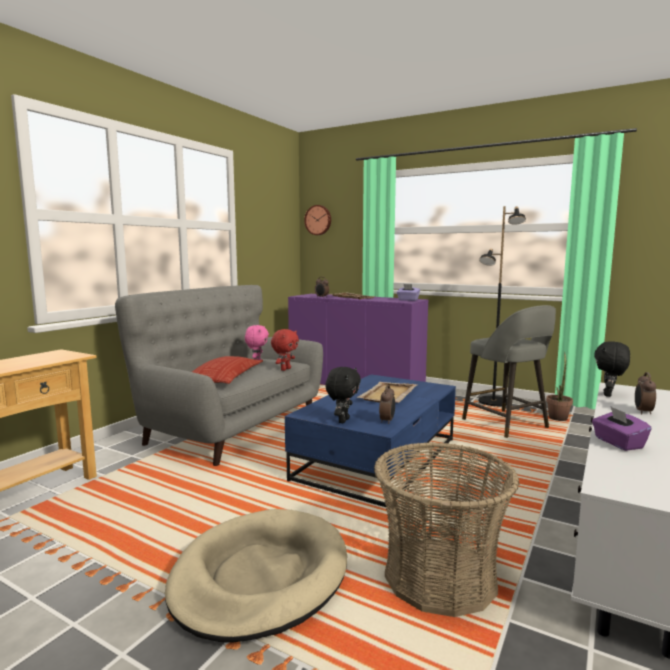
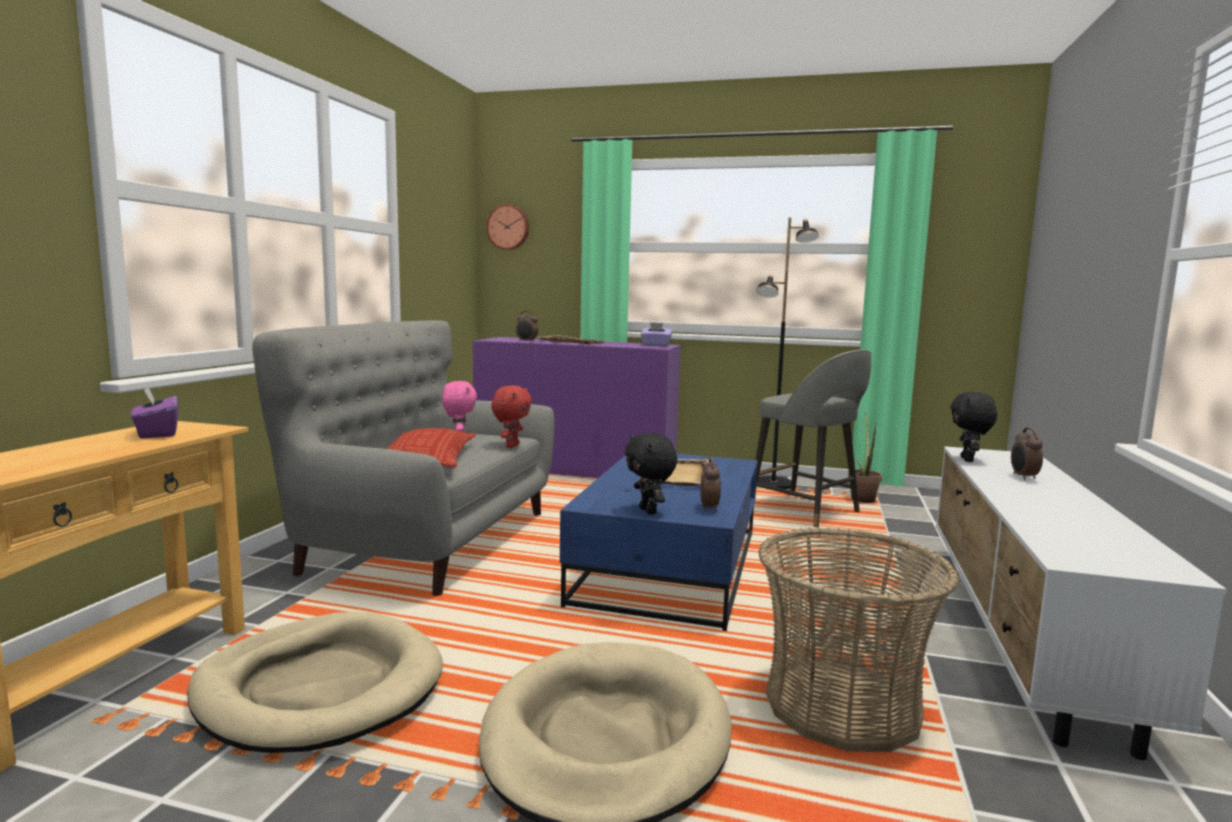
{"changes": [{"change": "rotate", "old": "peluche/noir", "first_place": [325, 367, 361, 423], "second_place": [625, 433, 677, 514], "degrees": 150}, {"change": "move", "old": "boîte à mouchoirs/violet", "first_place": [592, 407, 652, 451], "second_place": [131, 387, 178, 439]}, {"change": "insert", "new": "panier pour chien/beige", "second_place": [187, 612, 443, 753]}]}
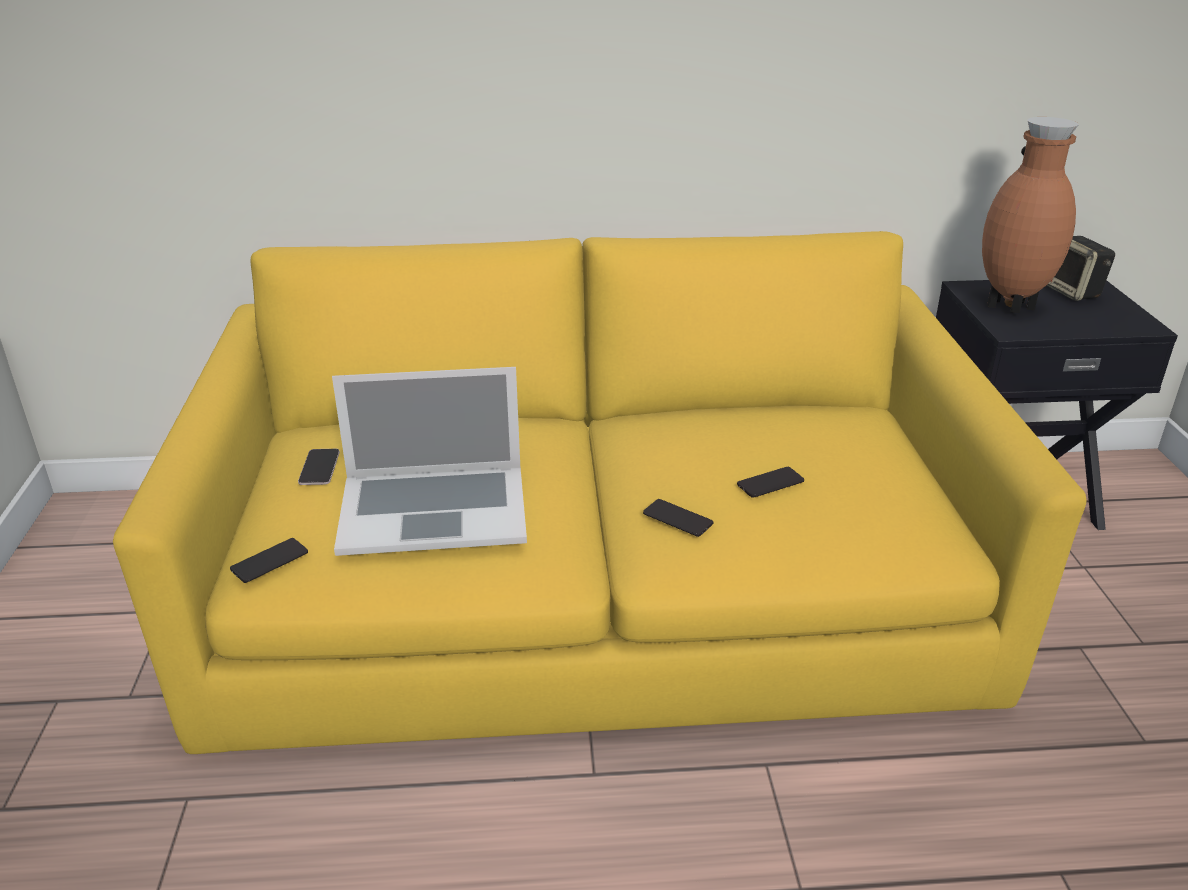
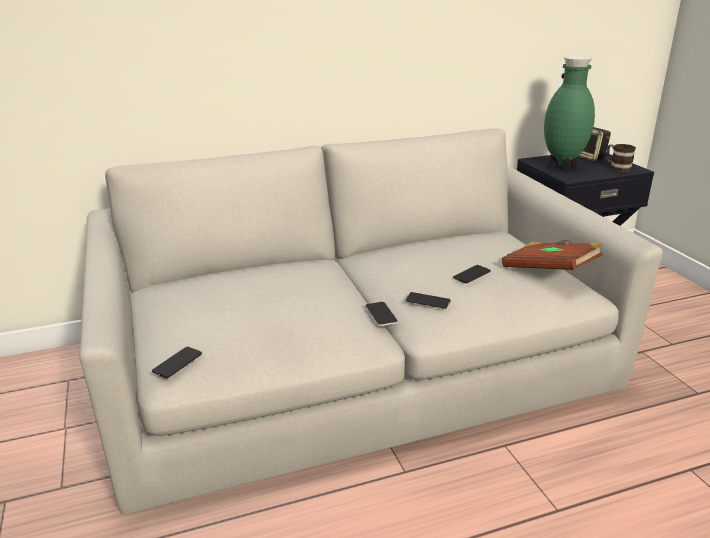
{"changes": [{"change": "recolor", "old": "canapé/jaune", "new": "canapé/gris", "first_place": [113, 231, 1087, 754], "second_place": [79, 128, 663, 515]}, {"change": "move", "old": "téléphone", "first_place": [298, 449, 340, 485], "second_place": [365, 302, 398, 326]}, {"change": "delete", "old": "ordinateur portable", "first_place": [332, 367, 527, 556]}, {"change": "recolor", "old": "vase/marron", "new": "vase/vert", "first_place": [982, 117, 1079, 313], "second_place": [544, 56, 595, 169]}, {"change": "insert", "new": "livre/marron", "second_place": [502, 240, 603, 270]}, {"change": "insert", "new": "mug", "second_place": [606, 144, 636, 172]}]}
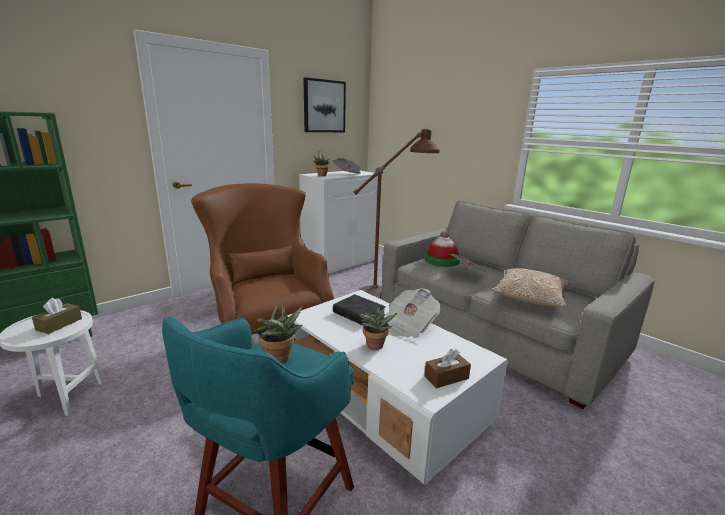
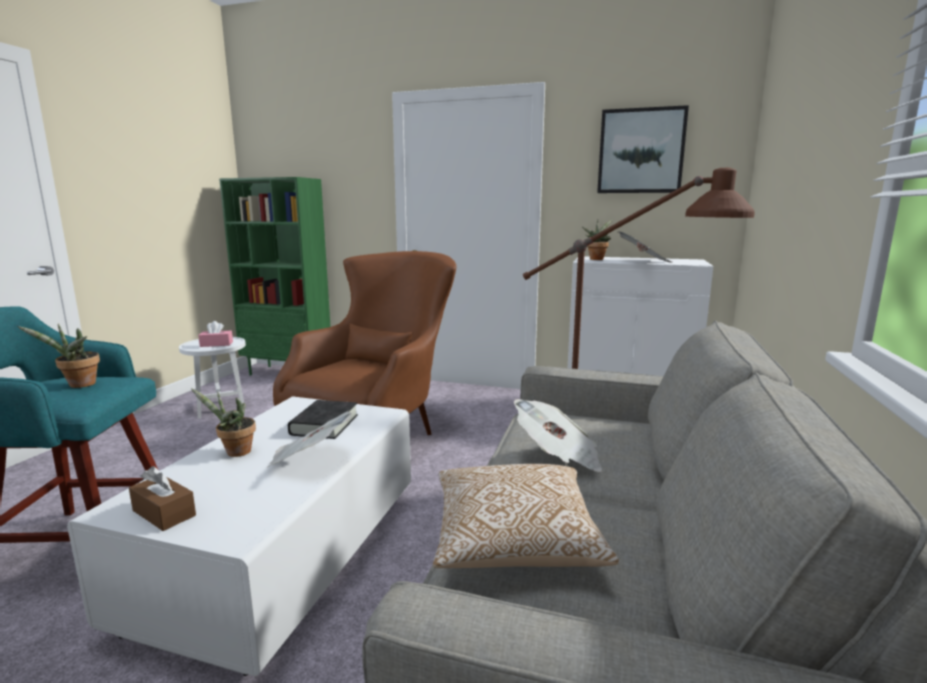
{"changes": [{"change": "recolor", "old": "boîte à mouchoirs/marron", "new": "boîte à mouchoirs/rose", "first_place": [32, 298, 82, 334], "second_place": [198, 321, 233, 347]}, {"change": "delete", "old": "chapeau", "first_place": [425, 231, 460, 267]}]}
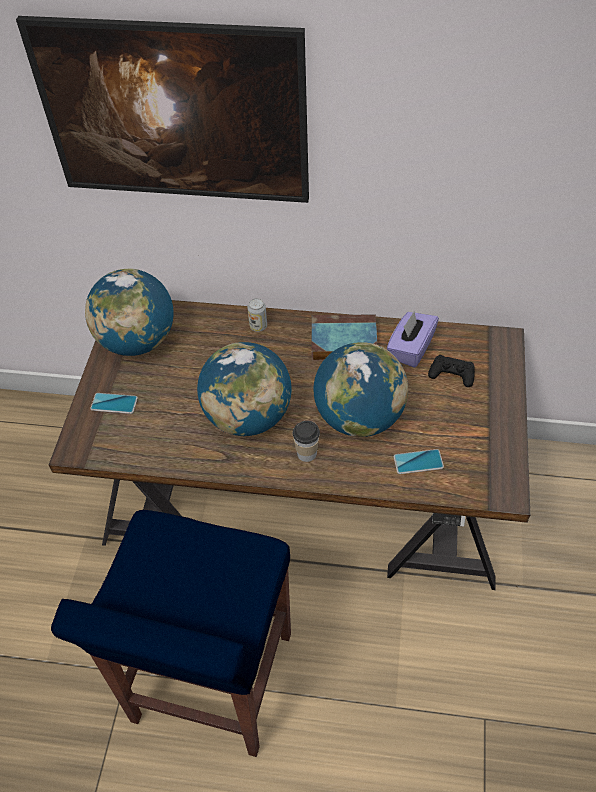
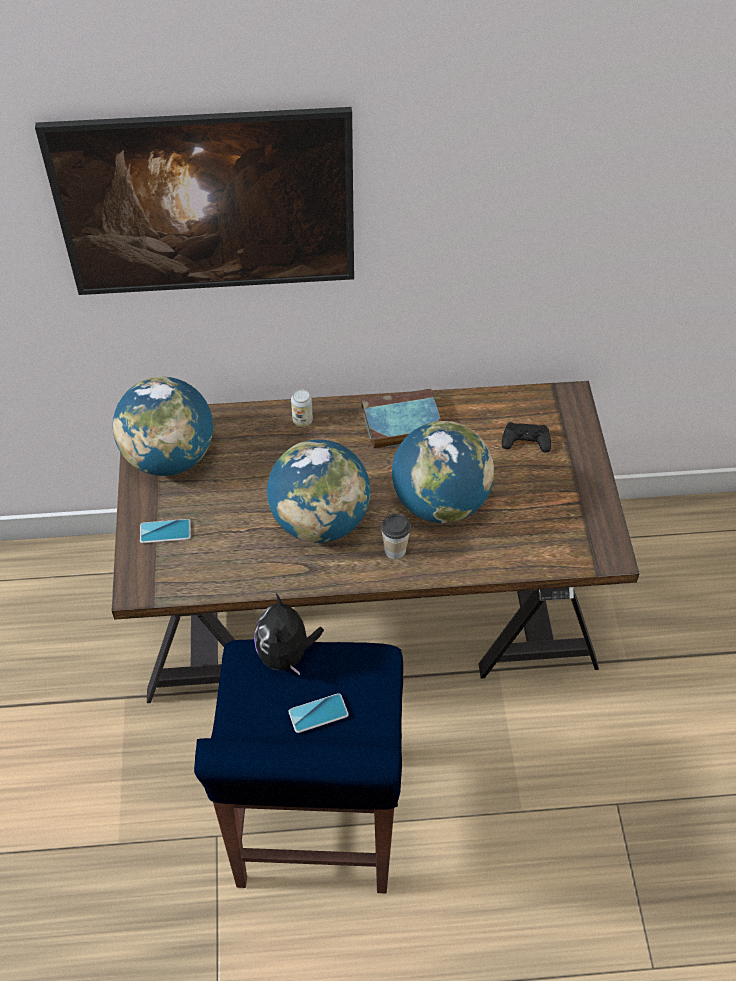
{"changes": [{"change": "delete", "old": "boîte à mouchoirs/violet", "first_place": [387, 311, 439, 368]}, {"change": "move", "old": "téléphone", "first_place": [394, 449, 444, 474], "second_place": [288, 693, 349, 733]}, {"change": "insert", "new": "peluche", "second_place": [254, 593, 324, 675]}]}
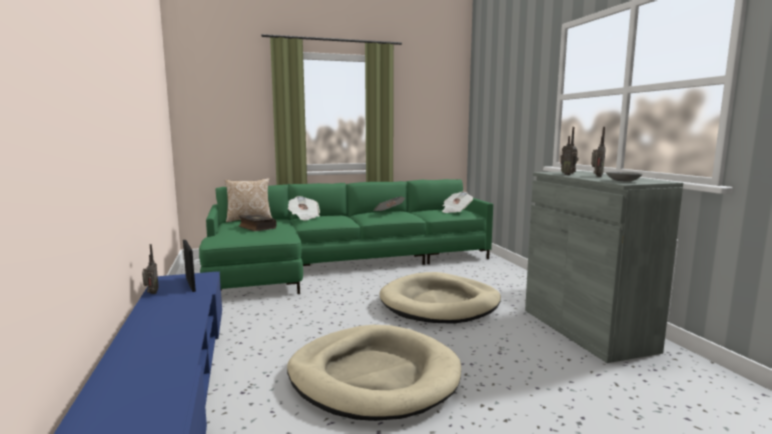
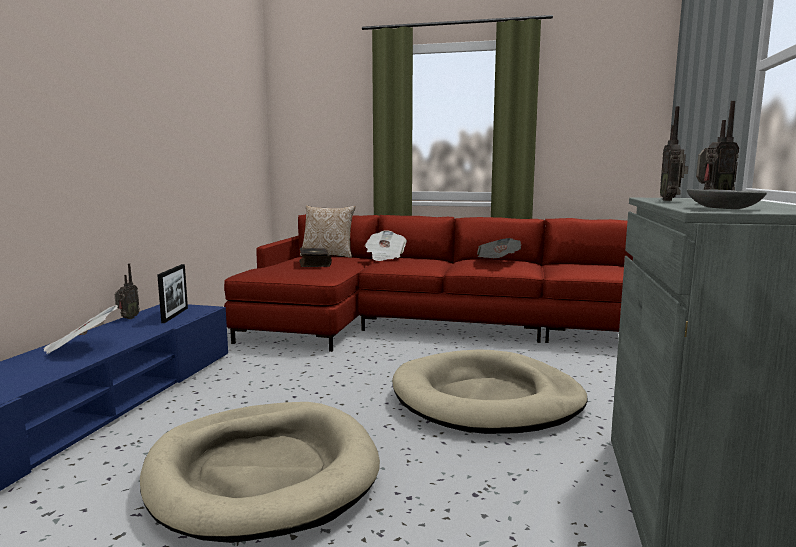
{"changes": [{"change": "recolor", "old": "canapé/vert", "new": "canapé/rouge", "first_place": [199, 179, 493, 294], "second_place": [224, 214, 633, 352]}, {"change": "move", "old": "journal", "first_place": [442, 192, 473, 213], "second_place": [43, 305, 118, 354]}]}
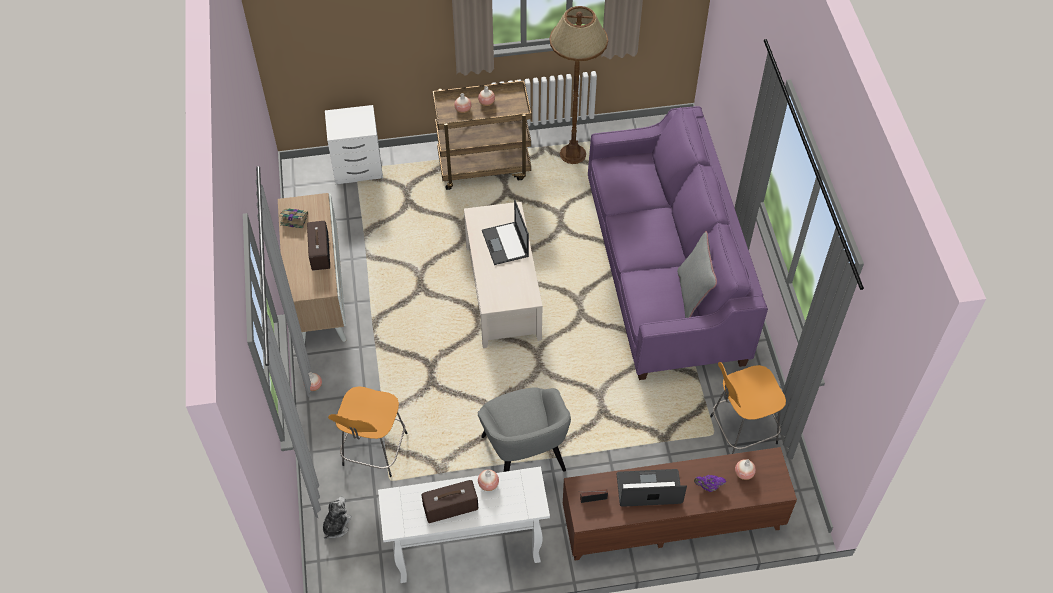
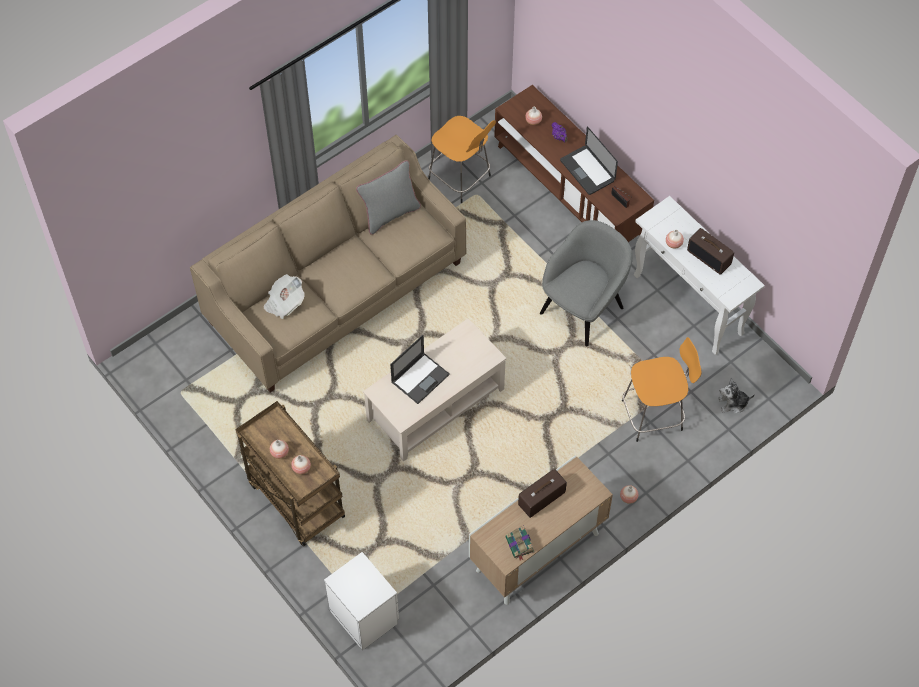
{"changes": [{"change": "delete", "old": "lampadaire/marron", "first_place": [549, 6, 608, 164]}, {"change": "recolor", "old": "canapé/violet", "new": "canapé/beige", "first_place": [588, 106, 768, 380], "second_place": [190, 135, 466, 393]}, {"change": "insert", "new": "journal", "second_place": [264, 274, 305, 319]}]}
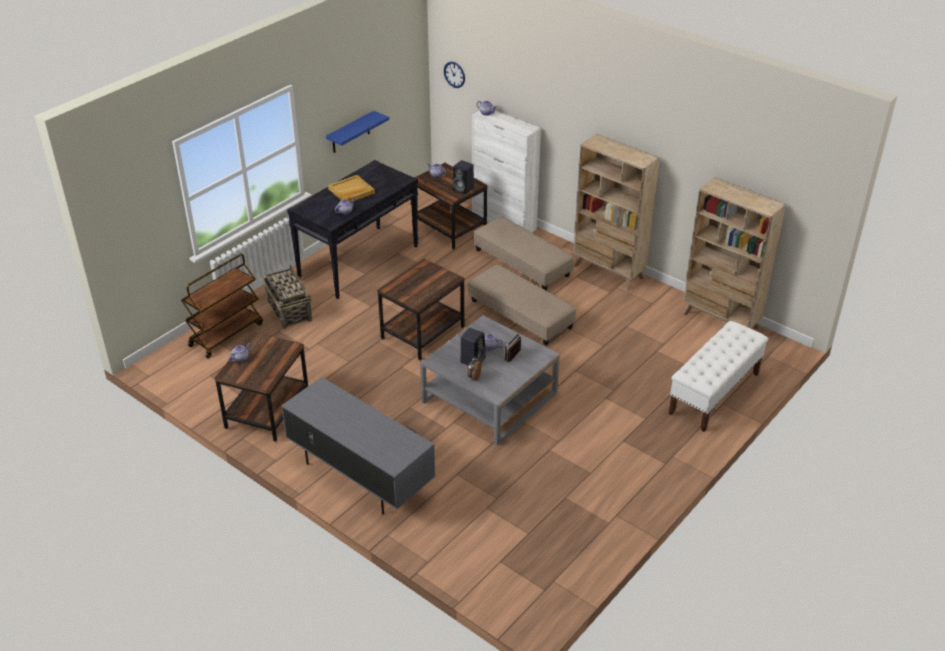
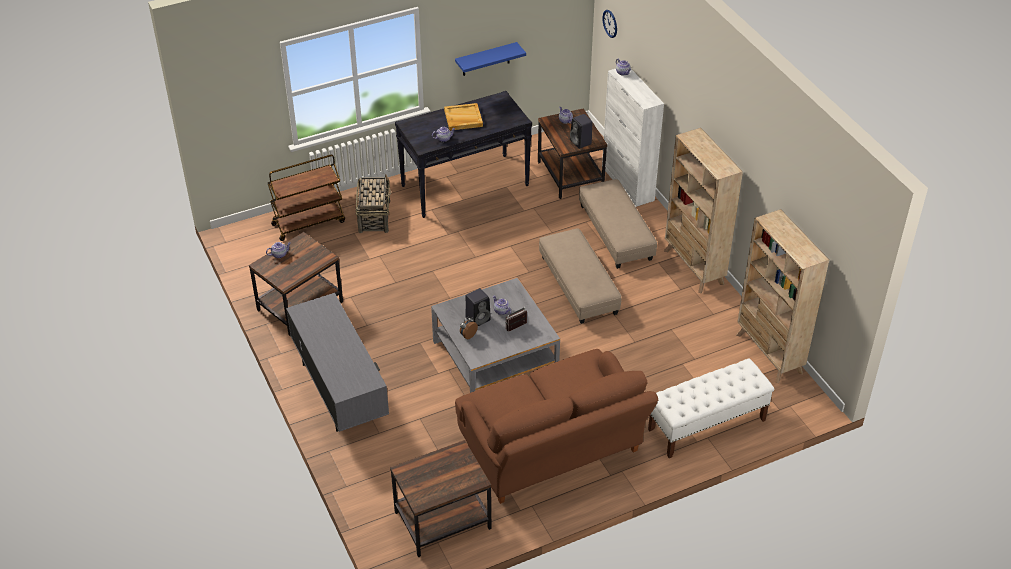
{"changes": [{"change": "move", "old": "table d'appoint/marron", "first_place": [377, 258, 465, 360], "second_place": [390, 440, 491, 557]}, {"change": "insert", "new": "canapé/marron", "second_place": [455, 349, 658, 504]}]}
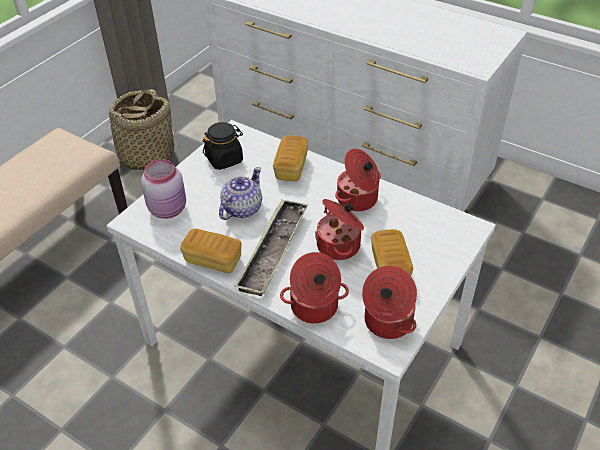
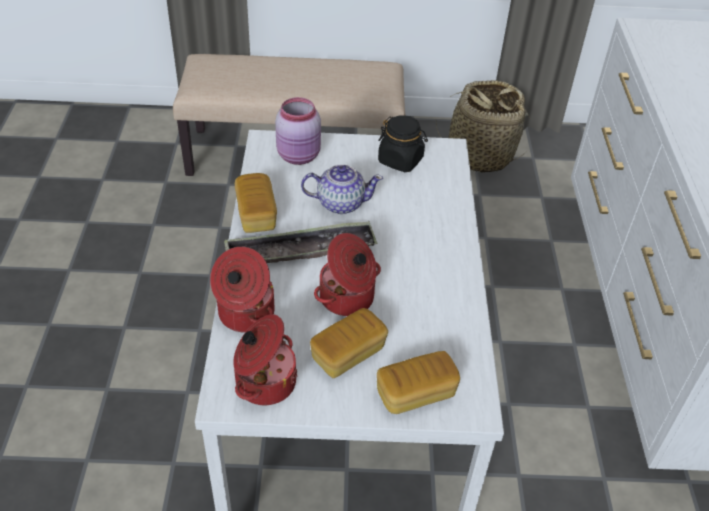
{"changes": [{"change": "move", "old": "pain", "first_place": [273, 135, 308, 181], "second_place": [377, 351, 460, 414]}, {"change": "delete", "old": "marmite", "first_place": [335, 149, 381, 211]}]}
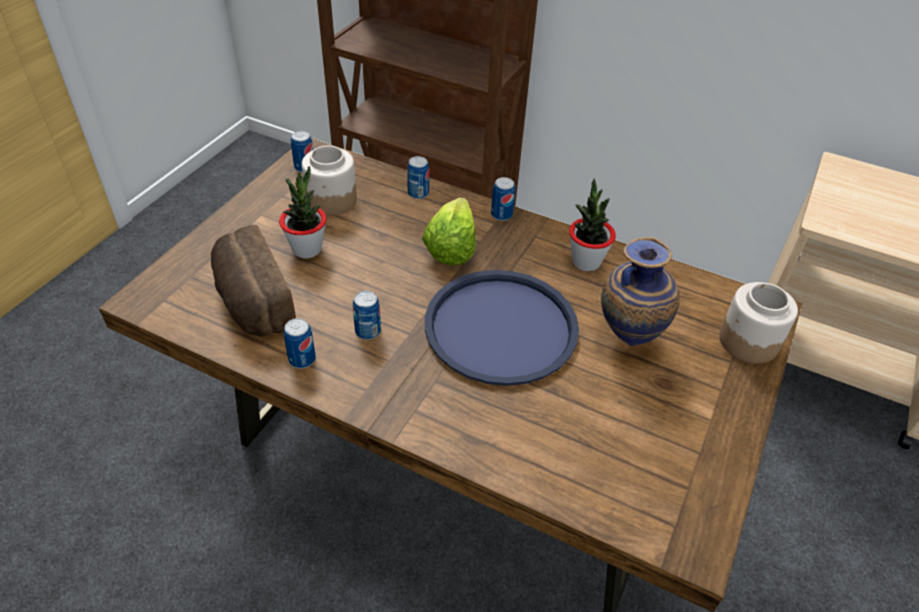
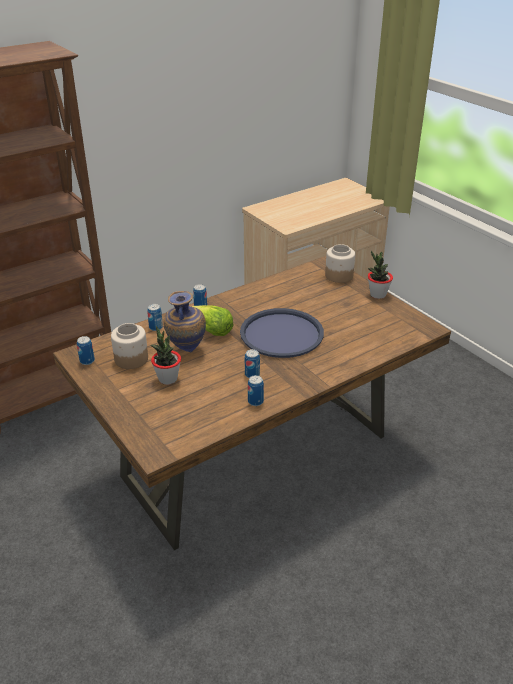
{"changes": [{"change": "delete", "old": "pain", "first_place": [211, 225, 296, 336]}, {"change": "move", "old": "plante en pot", "first_place": [569, 178, 616, 271], "second_place": [368, 251, 393, 299]}, {"change": "move", "old": "vase", "first_place": [601, 237, 680, 346], "second_place": [163, 291, 206, 352]}]}
